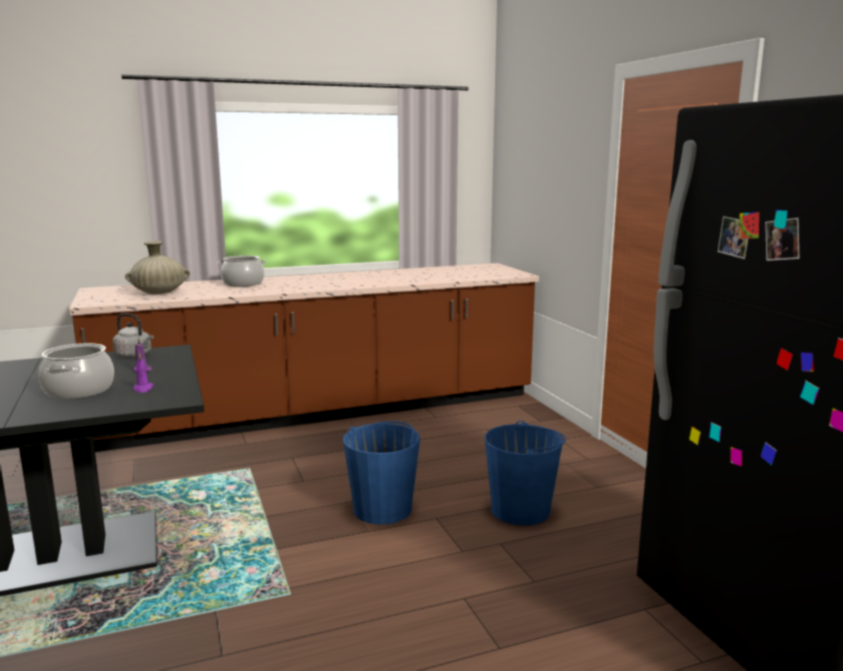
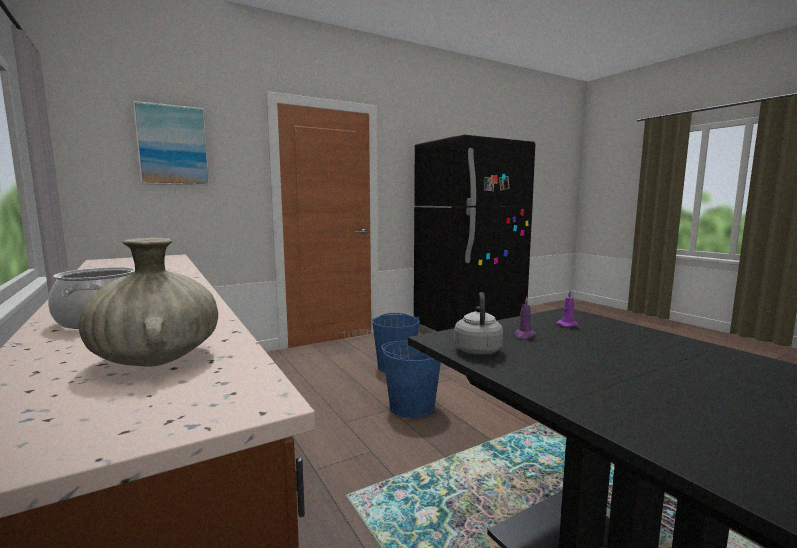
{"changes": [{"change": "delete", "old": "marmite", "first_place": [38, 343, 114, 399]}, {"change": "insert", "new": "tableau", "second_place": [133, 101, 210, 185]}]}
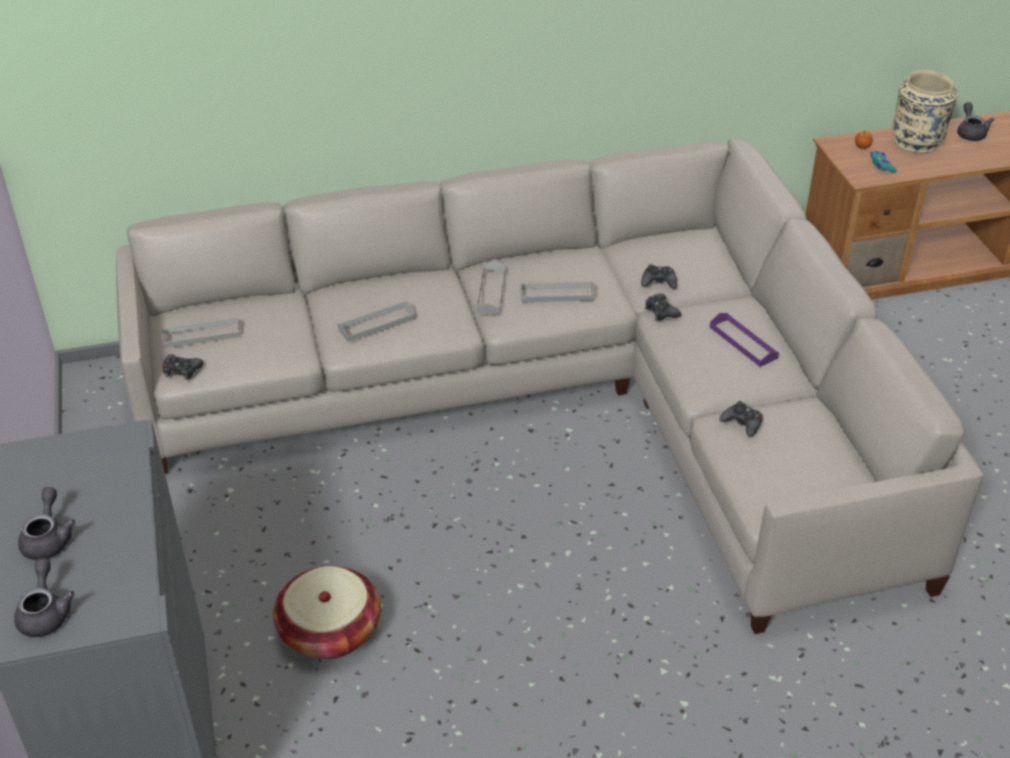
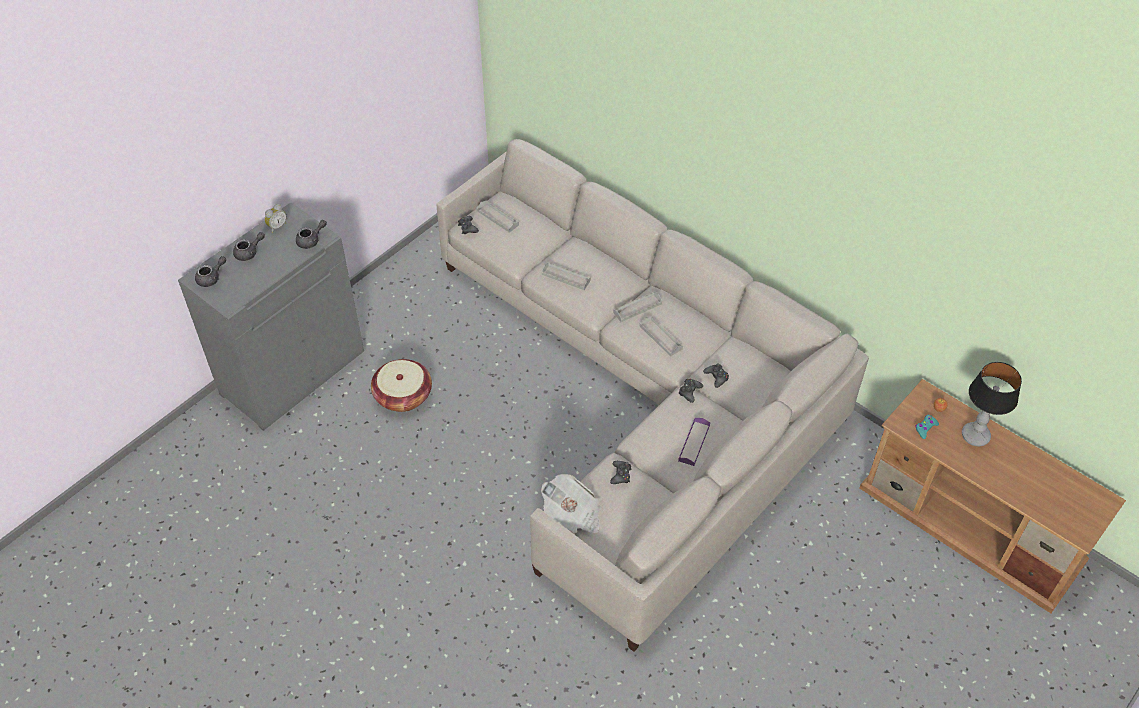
{"changes": [{"change": "replace", "old": "vase/beige", "new": "lampe de table", "first_place": [892, 70, 958, 153], "second_place": [962, 362, 1022, 446]}, {"change": "move", "old": "théière/gris", "first_place": [957, 102, 994, 141], "second_place": [296, 220, 327, 249]}, {"change": "insert", "new": "réveil", "second_place": [264, 204, 286, 233]}, {"change": "insert", "new": "journal", "second_place": [541, 474, 600, 533]}]}
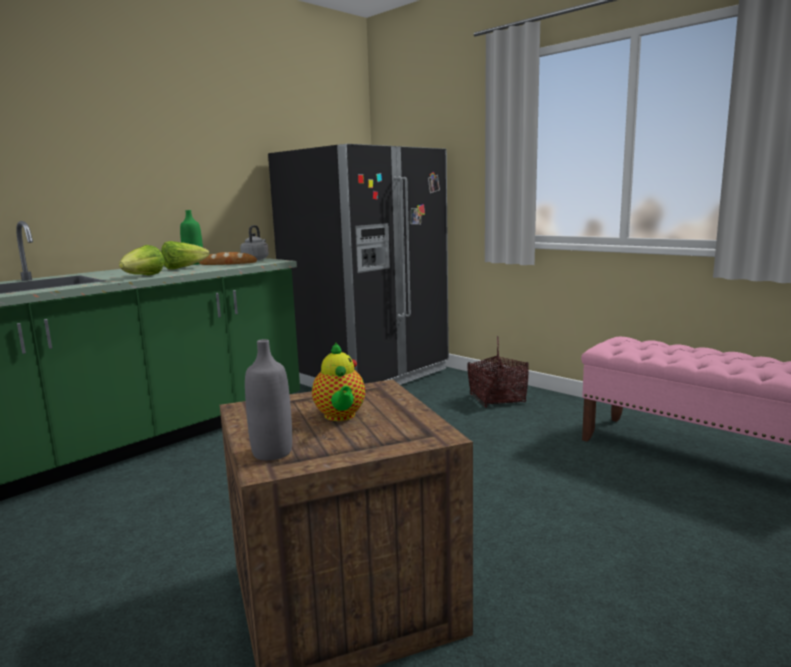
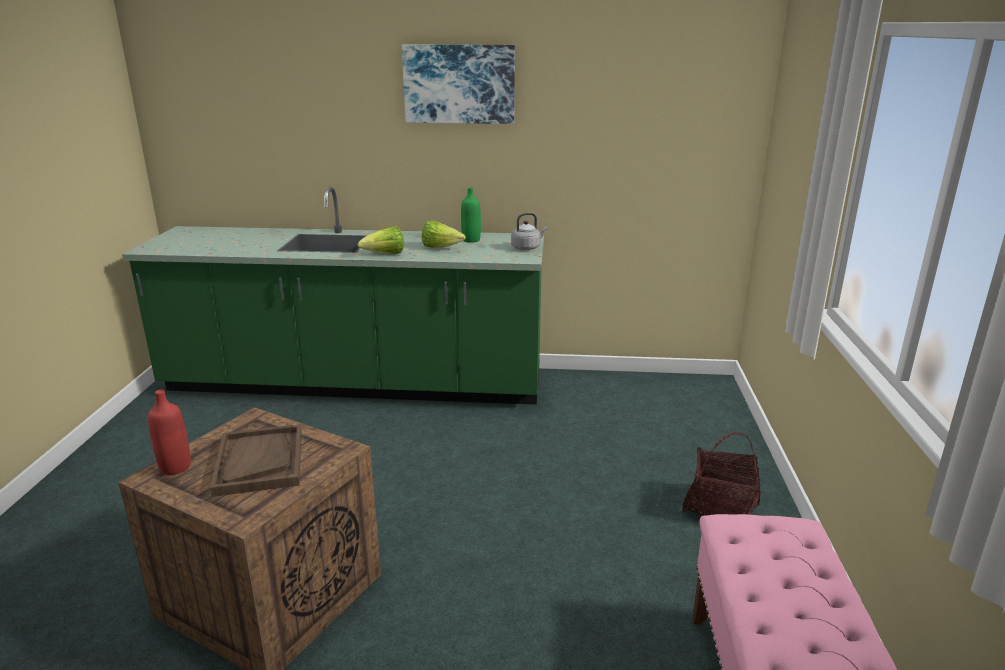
{"changes": [{"change": "delete", "old": "pain", "first_place": [199, 252, 257, 265]}, {"change": "recolor", "old": "bouteille/gris", "new": "bouteille/rouge", "first_place": [245, 339, 292, 460], "second_place": [148, 390, 191, 475]}, {"change": "delete", "old": "réfrigérateur/noir", "first_place": [268, 144, 449, 387]}, {"change": "replace", "old": "théière", "new": "plateau/marron", "first_place": [312, 343, 365, 421], "second_place": [210, 424, 302, 497]}, {"change": "insert", "new": "tableau", "second_place": [402, 44, 515, 124]}]}
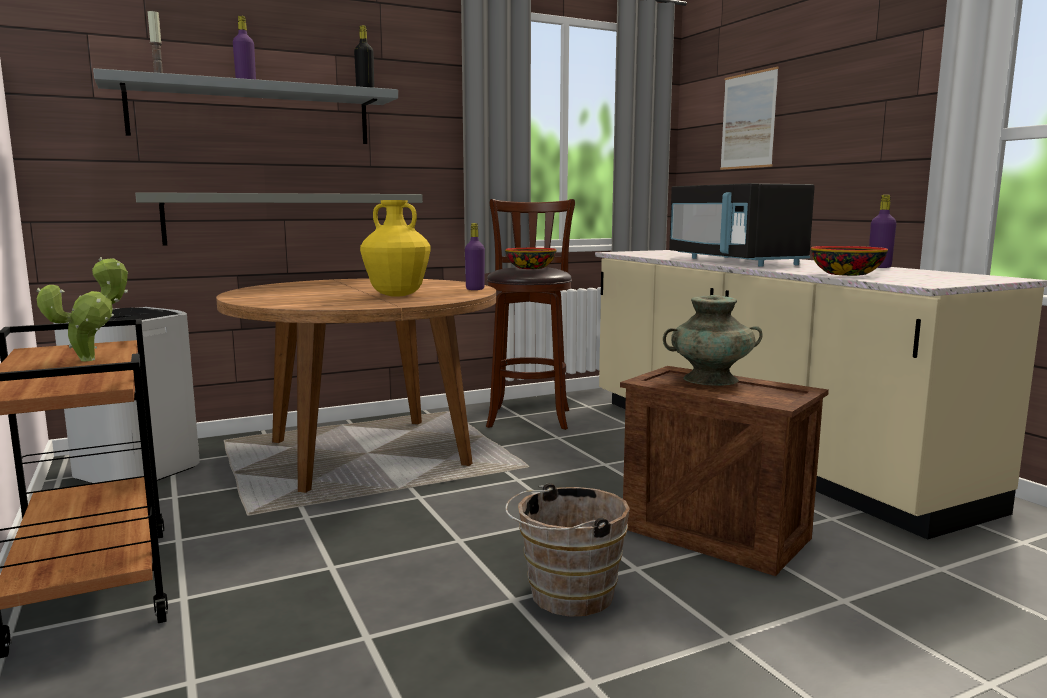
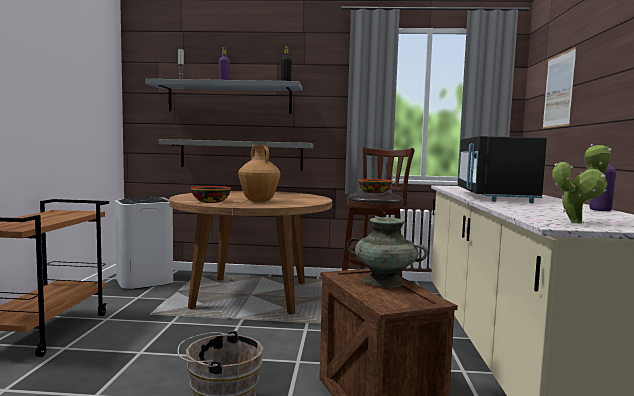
{"changes": [{"change": "move", "old": "plante en pot", "first_place": [36, 257, 128, 361], "second_place": [552, 144, 611, 223]}, {"change": "recolor", "old": "vase/jaune", "new": "vase/marron", "first_place": [360, 200, 430, 297], "second_place": [238, 145, 280, 202]}, {"change": "delete", "old": "bouteille/violet", "first_place": [465, 223, 485, 290]}, {"change": "move", "old": "bol", "first_place": [811, 246, 888, 276], "second_place": [191, 186, 231, 203]}]}
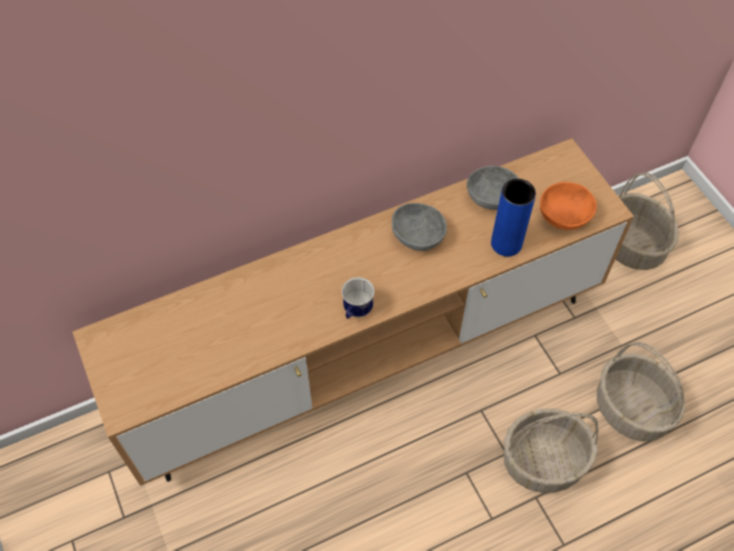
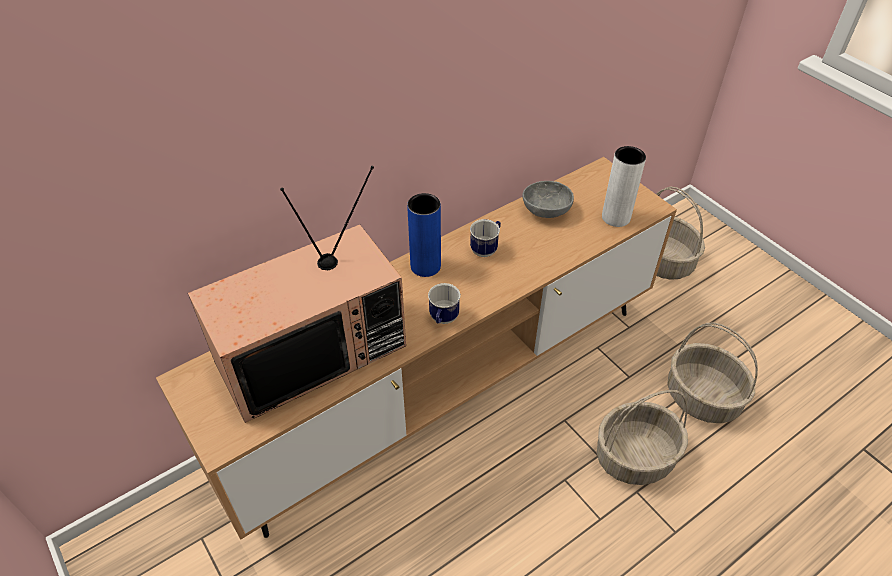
{"changes": [{"change": "replace", "old": "bol/gris", "new": "mug", "first_place": [392, 203, 447, 251], "second_place": [470, 219, 501, 257]}, {"change": "move", "old": "vase/bleu", "first_place": [491, 179, 536, 256], "second_place": [407, 193, 441, 277]}, {"change": "replace", "old": "bol/orange", "new": "vase/blanc", "first_place": [540, 182, 597, 230], "second_place": [602, 146, 646, 227]}, {"change": "insert", "new": "téléviseur", "second_place": [188, 166, 406, 423]}]}
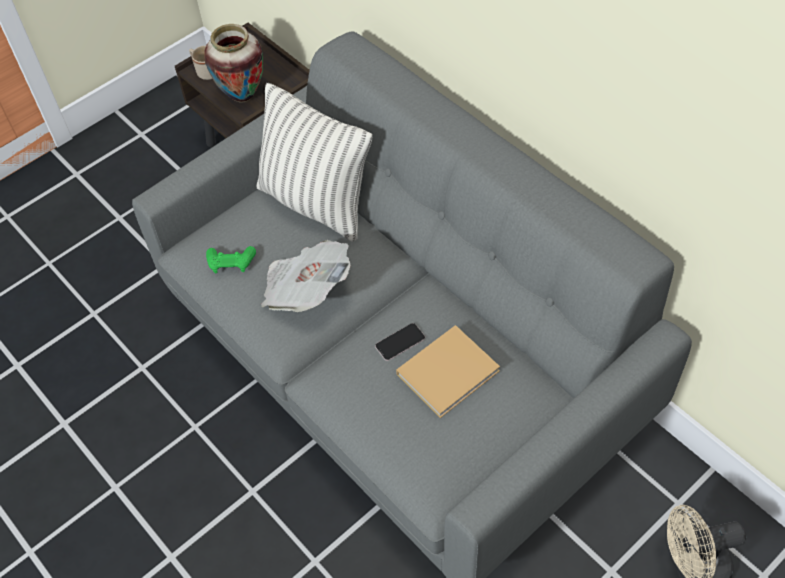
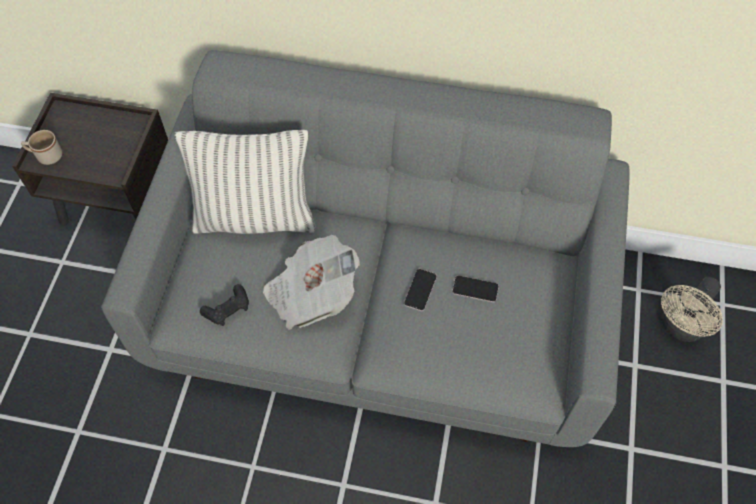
{"changes": [{"change": "delete", "old": "vase", "first_place": [204, 24, 263, 103]}, {"change": "recolor", "old": "manette/vert", "new": "manette/noir", "first_place": [206, 246, 256, 273], "second_place": [200, 284, 249, 326]}, {"change": "replace", "old": "livre/beige", "new": "téléphone", "first_place": [396, 325, 500, 418], "second_place": [452, 275, 499, 302]}]}
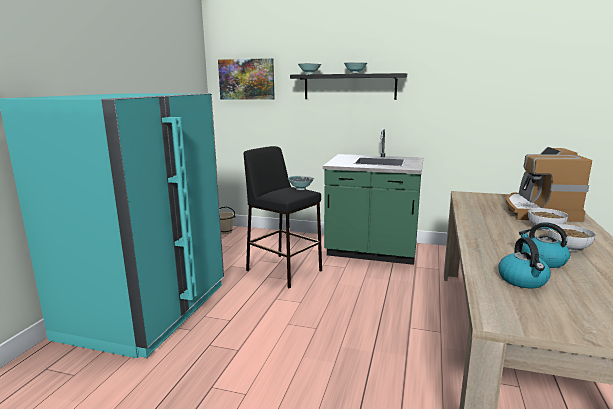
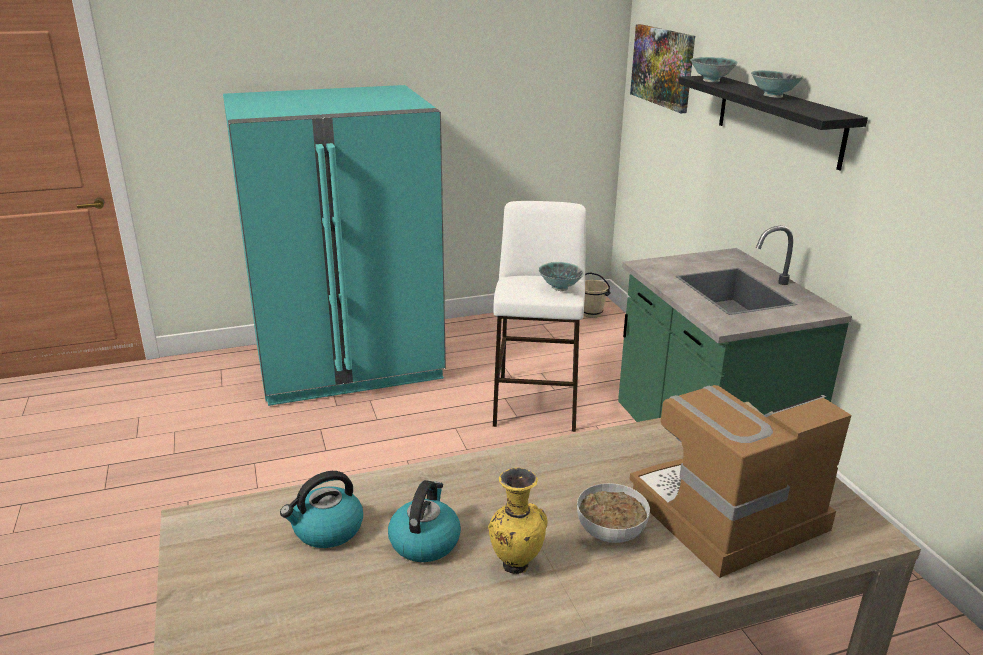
{"changes": [{"change": "recolor", "old": "tabouret/noir", "new": "tabouret/blanc", "first_place": [244, 146, 322, 289], "second_place": [493, 201, 586, 432]}, {"change": "replace", "old": "bol", "new": "vase/jaune", "first_place": [549, 225, 596, 252], "second_place": [488, 468, 548, 574]}]}
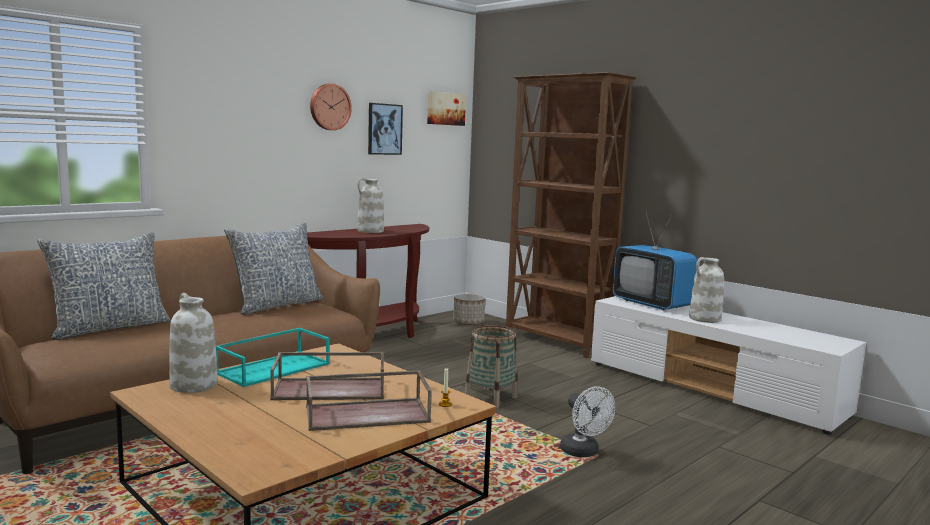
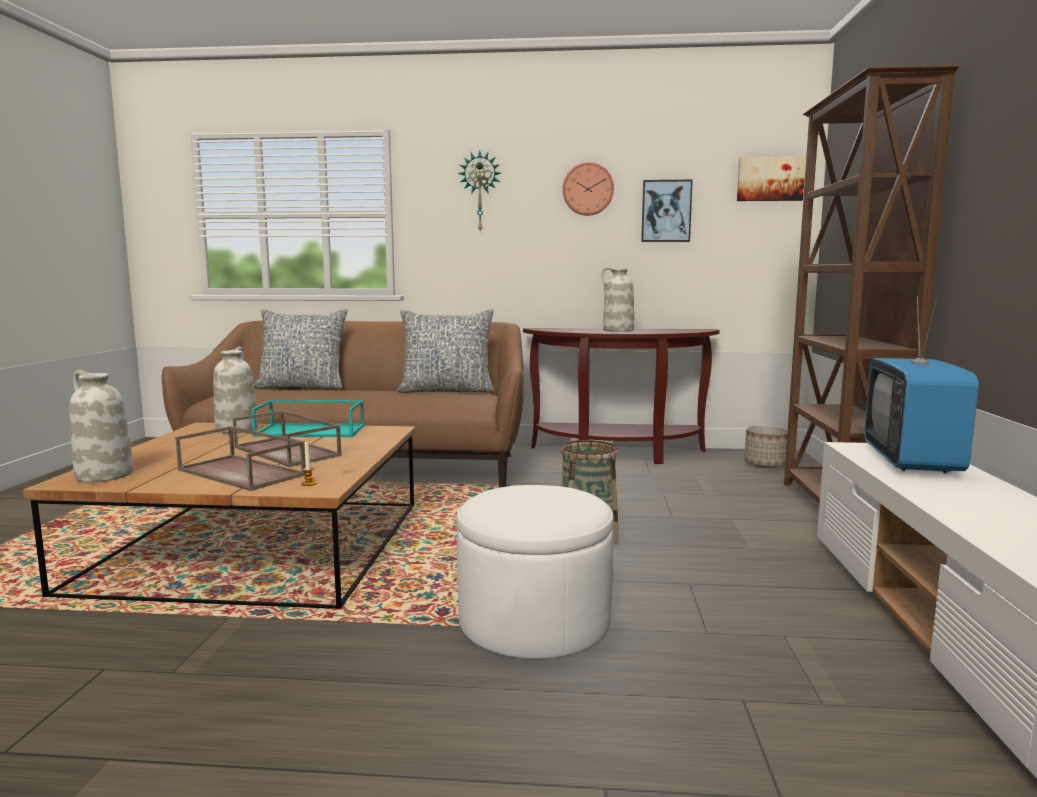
{"changes": [{"change": "replace", "old": "ventilateur/blanc", "new": "pouf/blanc", "first_place": [560, 386, 616, 457], "second_place": [456, 485, 614, 659]}, {"change": "move", "old": "vase/blanc", "first_place": [689, 257, 724, 323], "second_place": [70, 370, 133, 482]}, {"change": "insert", "new": "horloge murale", "second_place": [458, 150, 501, 233]}]}
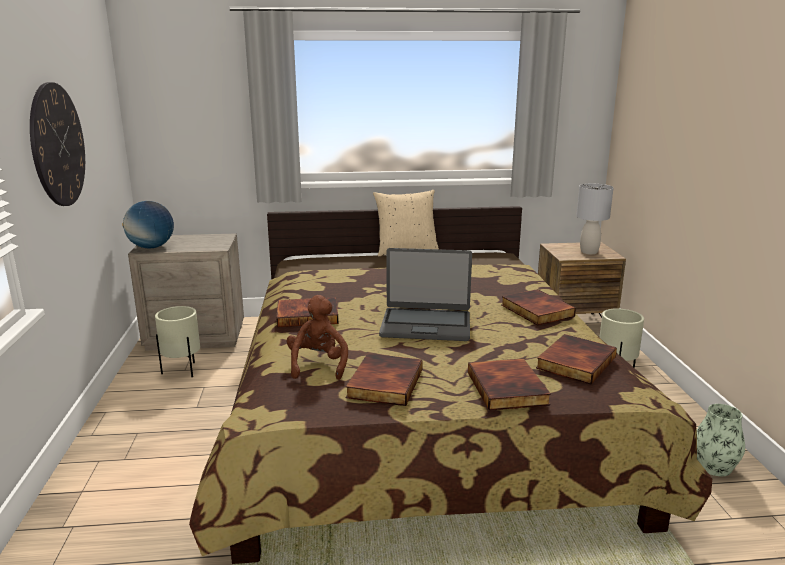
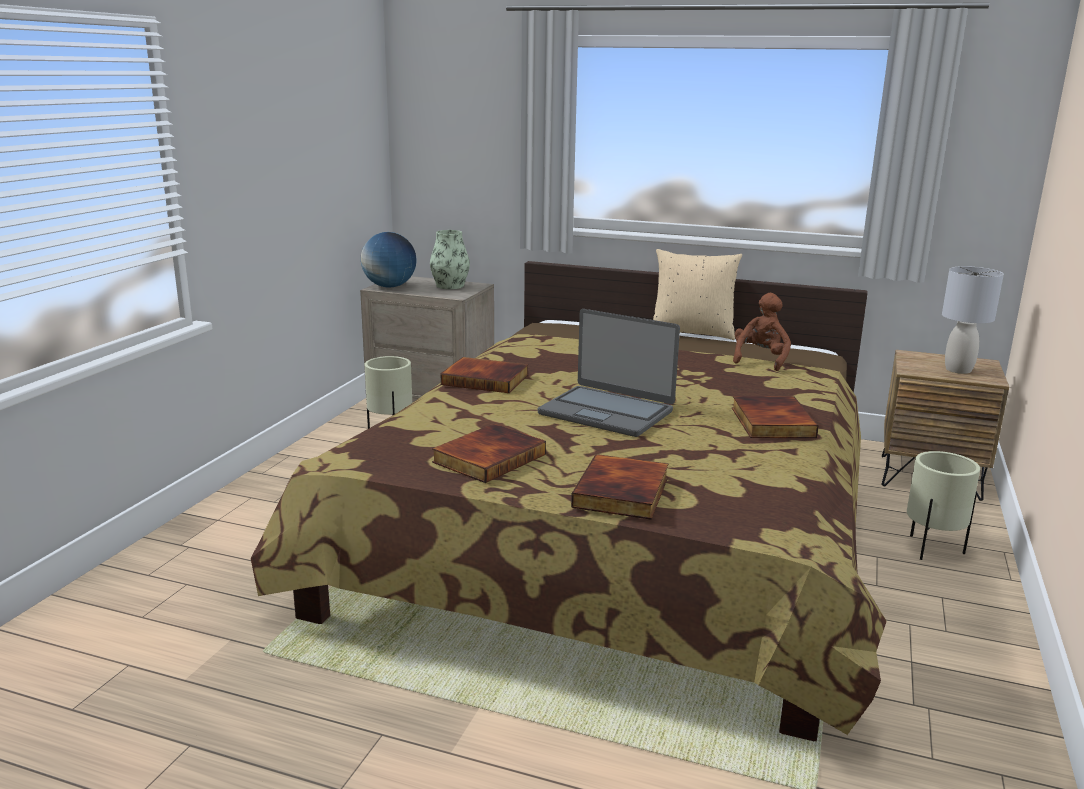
{"changes": [{"change": "delete", "old": "horloge murale", "first_place": [30, 82, 85, 206]}, {"change": "move", "old": "peluche/marron", "first_place": [287, 295, 348, 380], "second_place": [733, 293, 791, 371]}, {"change": "delete", "old": "livre", "first_place": [536, 334, 617, 384]}, {"change": "move", "old": "vase", "first_place": [697, 404, 745, 476], "second_place": [430, 230, 470, 289]}]}
